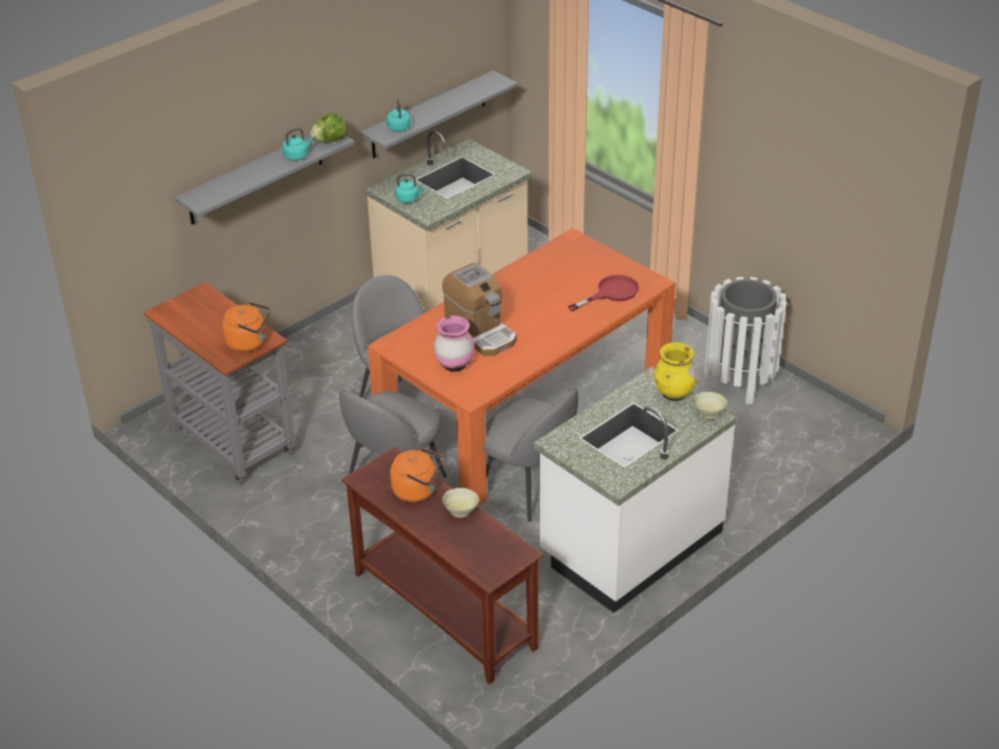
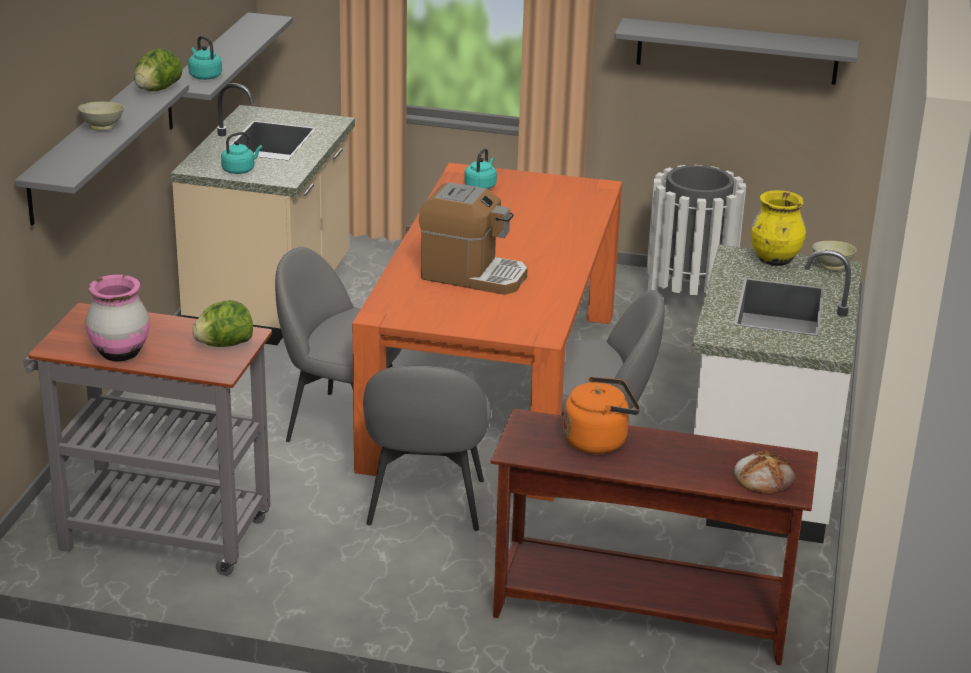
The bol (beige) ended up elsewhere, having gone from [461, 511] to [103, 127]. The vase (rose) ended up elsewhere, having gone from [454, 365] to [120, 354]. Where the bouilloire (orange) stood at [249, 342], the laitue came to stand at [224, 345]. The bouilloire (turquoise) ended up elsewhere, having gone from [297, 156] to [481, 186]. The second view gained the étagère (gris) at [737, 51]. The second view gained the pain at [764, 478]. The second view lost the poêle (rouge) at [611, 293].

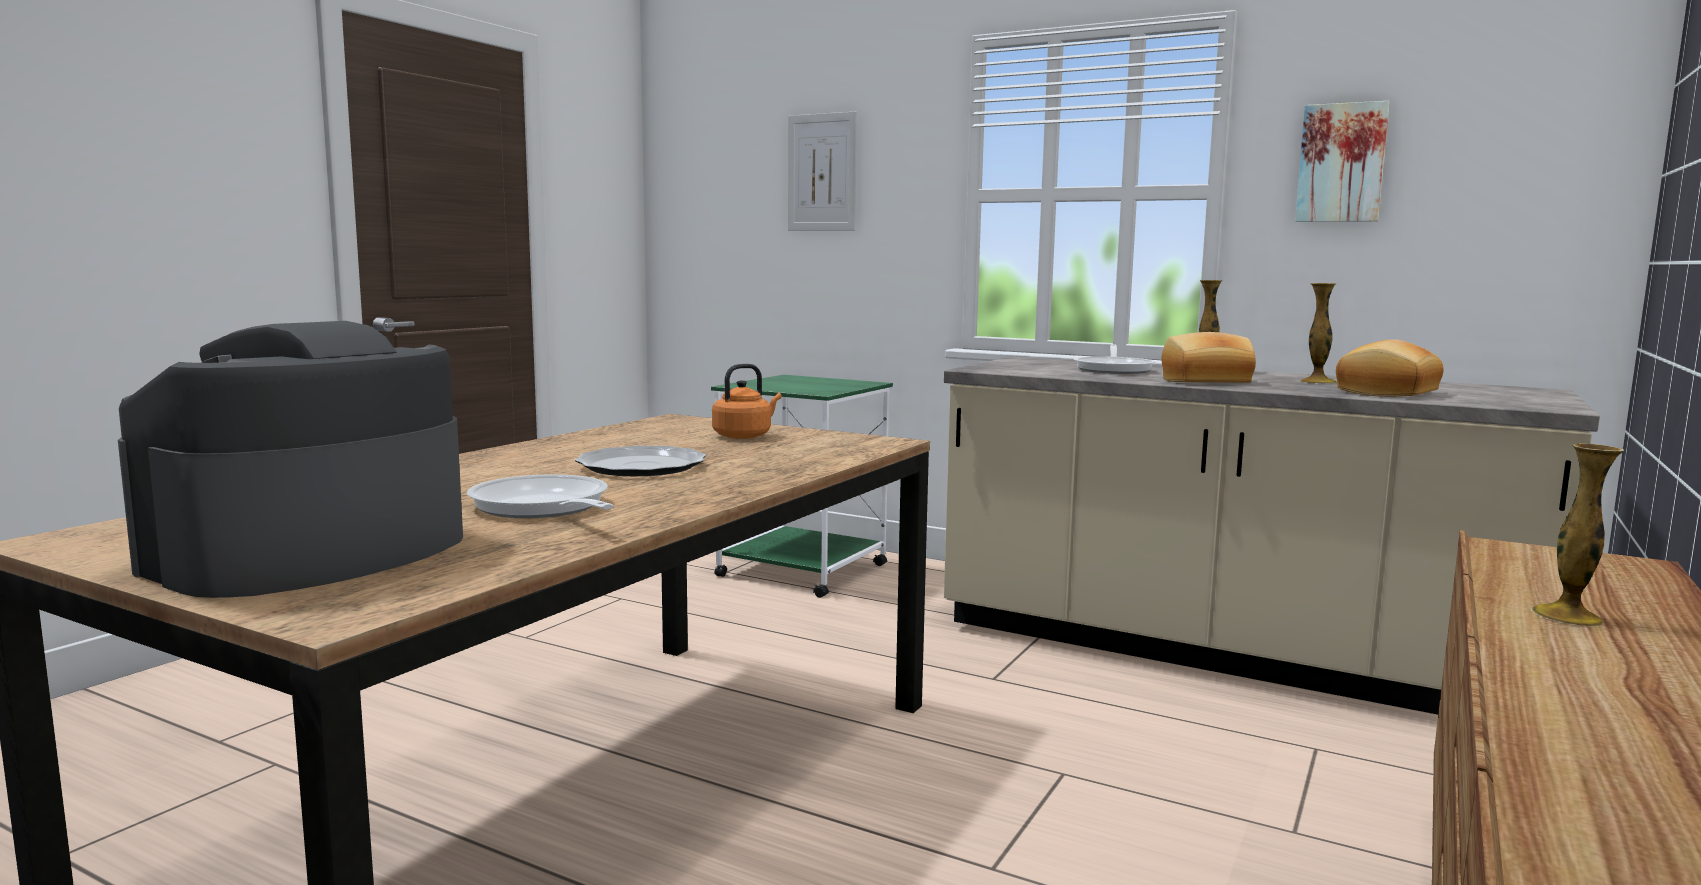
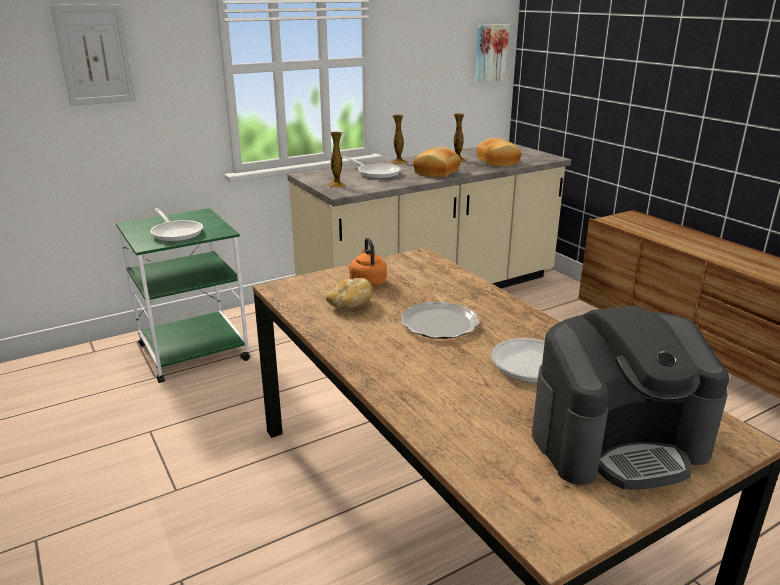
The second view gained the poêle at [176, 233]. The second view gained the pain at [350, 305]. The vase ended up elsewhere, having gone from [1567, 616] to [336, 185]. The tableau ended up elsewhere, having gone from [1341, 163] to [490, 53]. The machine à café at [310, 552] ended up facing another way, 75 degrees counterclockwise from before.

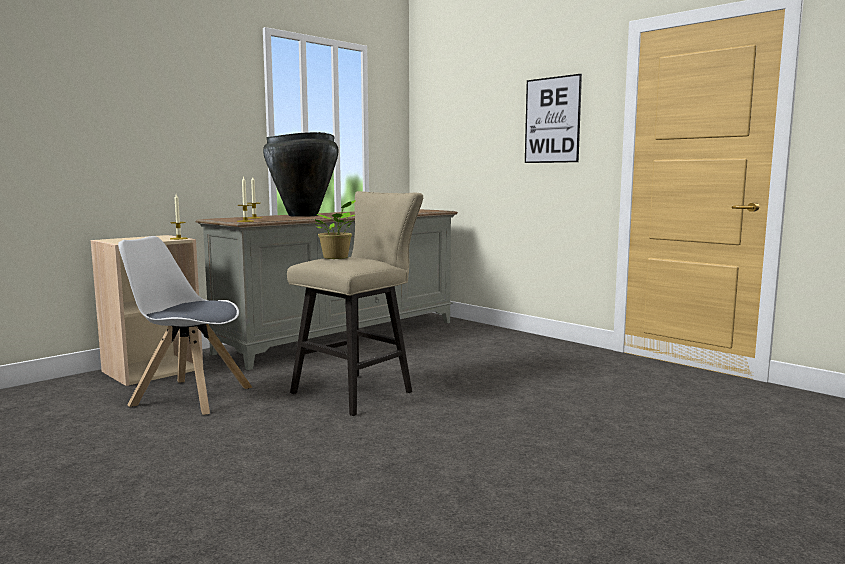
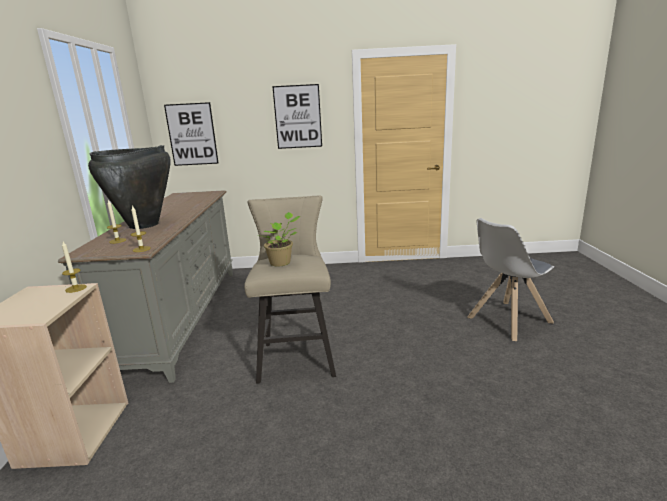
The second view gained the tableau at [192, 134]. The chaise ended up elsewhere, having gone from [189, 396] to [507, 320].

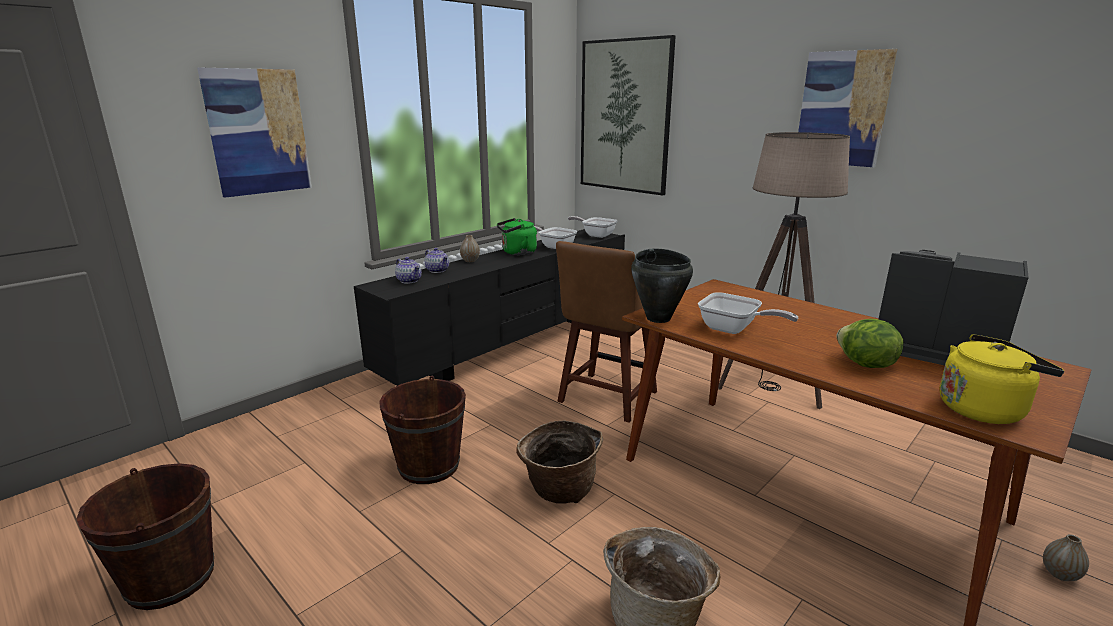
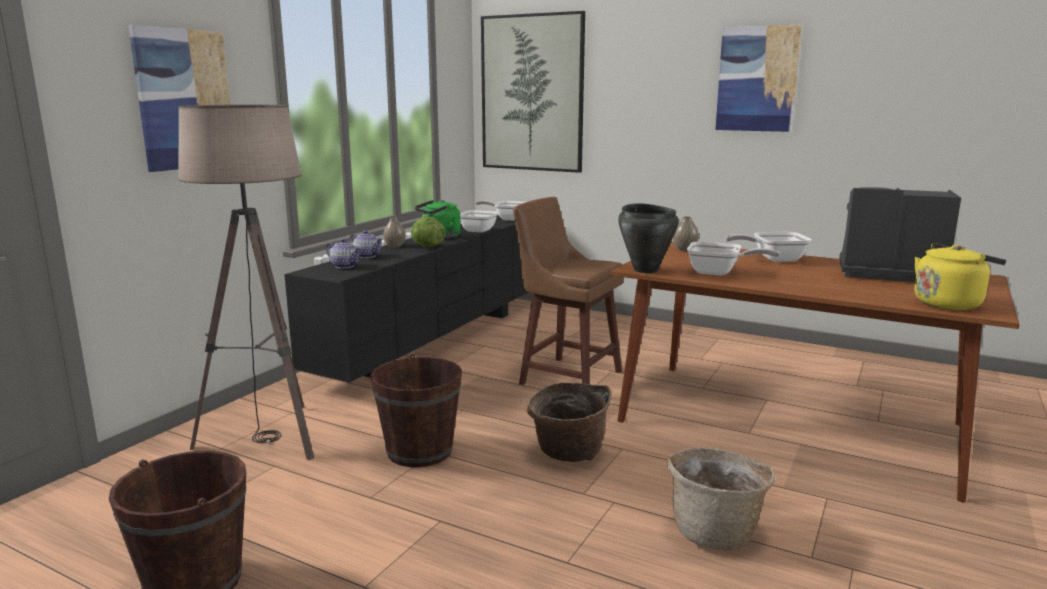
The lampadaire ended up elsewhere, having gone from [770, 385] to [269, 436]. The laitue ended up elsewhere, having gone from [864, 365] to [427, 246]. The chaise (marron) at [605, 399] ended up facing another way, 105 degrees clockwise from before. The vase ended up elsewhere, having gone from [1060, 574] to [685, 249]. The second view gained the poêle at [773, 259].

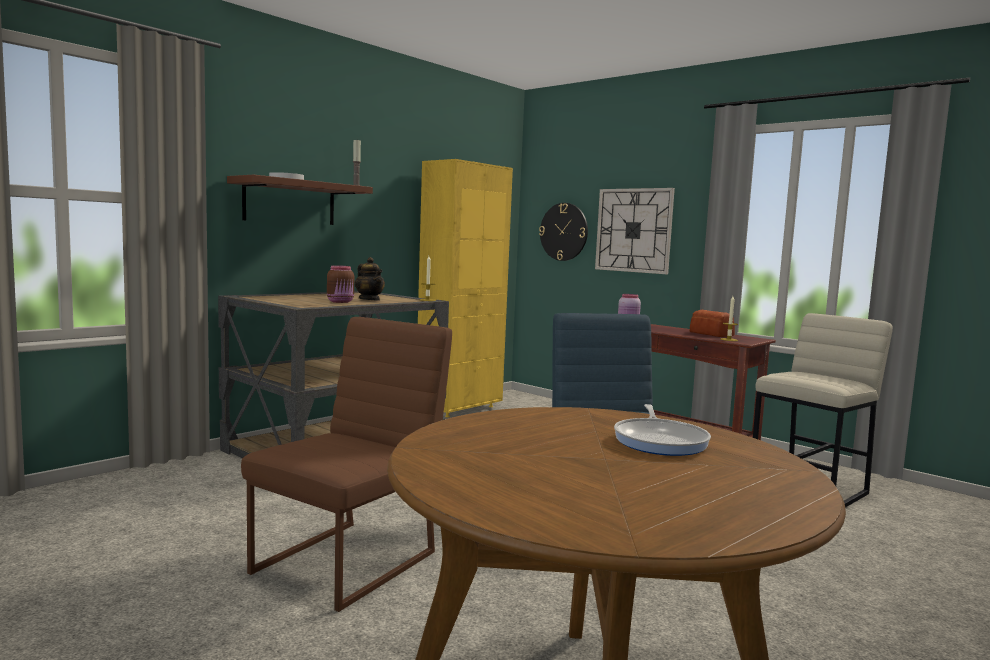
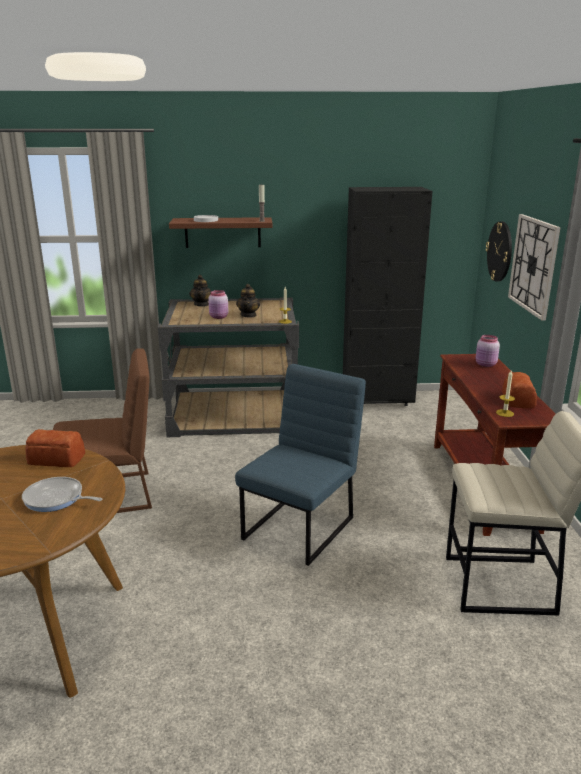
The poêle at [660, 441] ended up facing another way, 60 degrees clockwise from before. The second view gained the pain at [57, 459]. The second view gained the théière at [201, 304]. What was the bocal (marron) at [341, 302] turned into the bocal (rose) at [219, 317]. What was the meuble de rangement (jaune) at [460, 408] turned into the meuble de rangement (noir) at [378, 401].

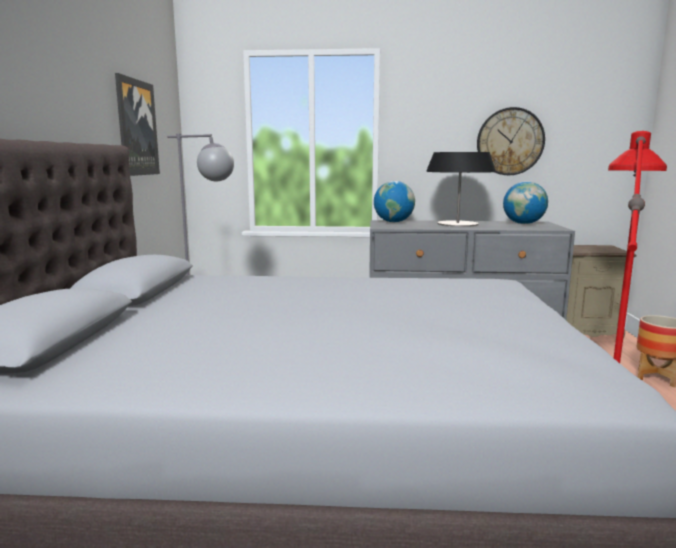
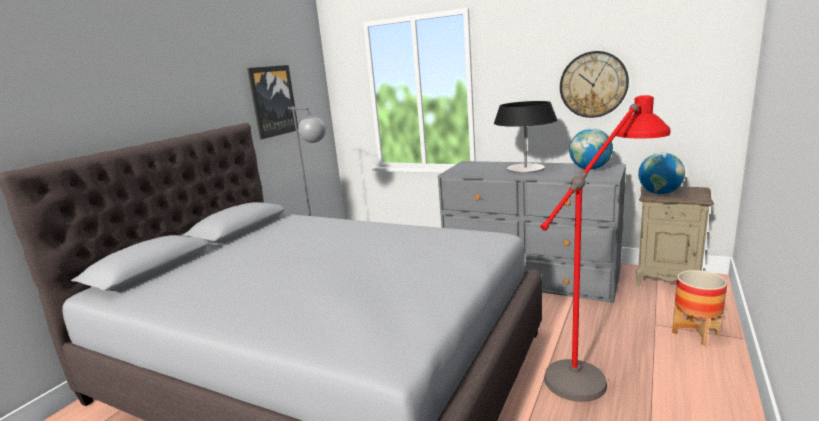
The globe ended up elsewhere, having gone from [393, 222] to [659, 193].

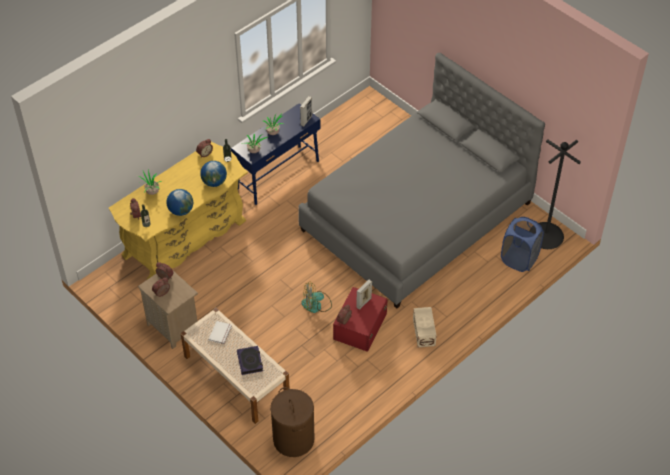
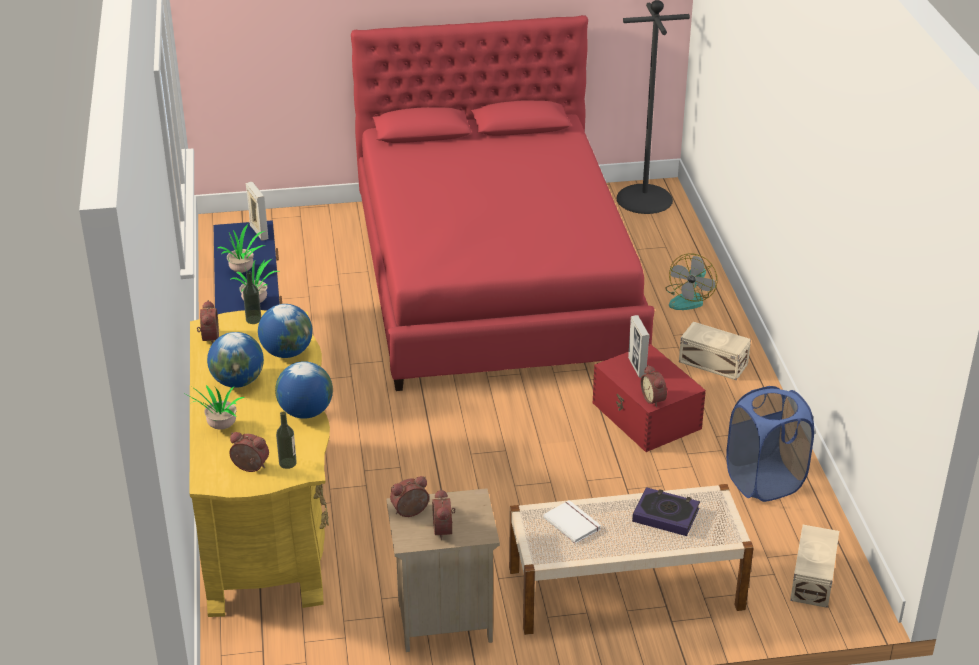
The second view gained the globe at [238, 381]. What was the lit (gris) at [417, 216] turned into the lit (rouge) at [494, 279]. The ventilateur ended up elsewhere, having gone from [316, 305] to [689, 298]. The panier à linge (bleu) ended up elsewhere, having gone from [519, 259] to [764, 481]. Where the panier à linge (marron) stood at [293, 439], the boîte de rangement (beige) came to stand at [811, 579].

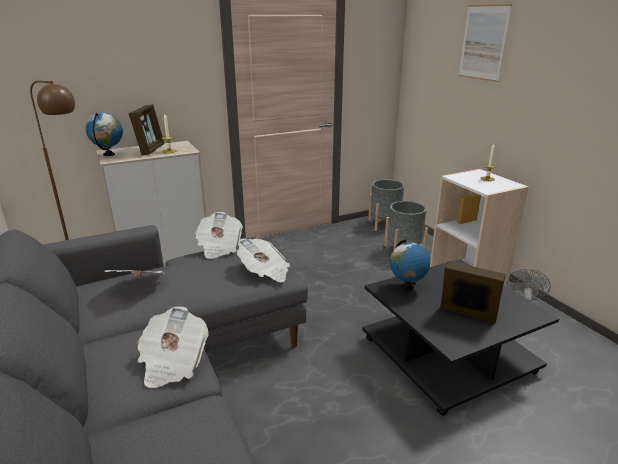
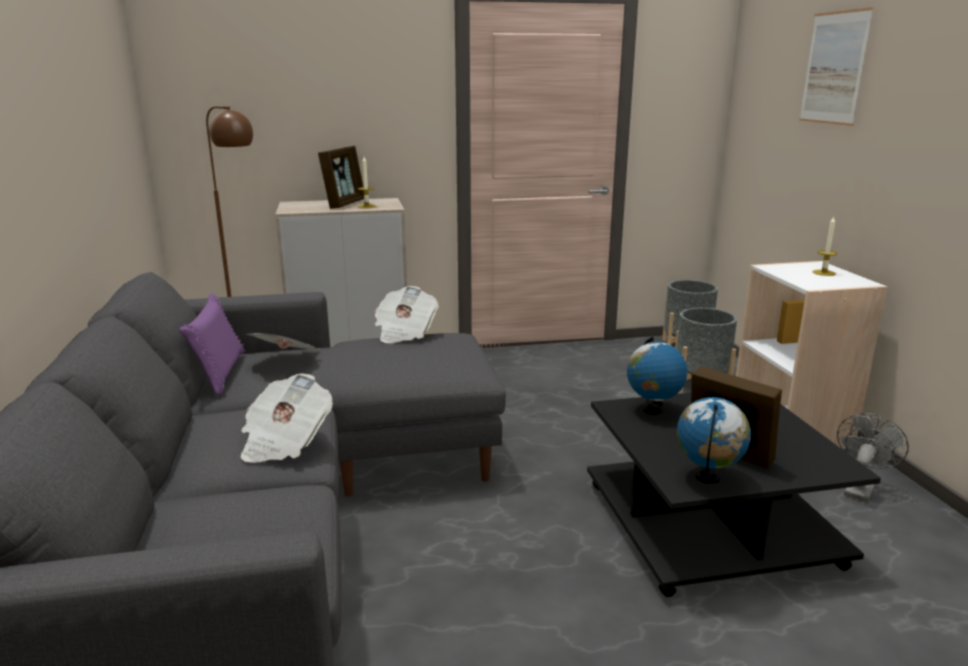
The second view gained the coussin (violet) at [219, 373]. The globe ended up elsewhere, having gone from [109, 154] to [708, 478]. The second view lost the journal at [265, 272].

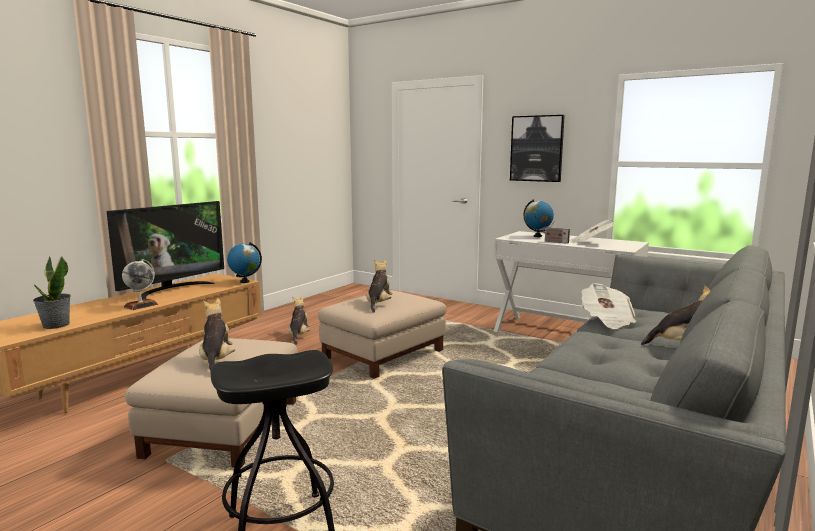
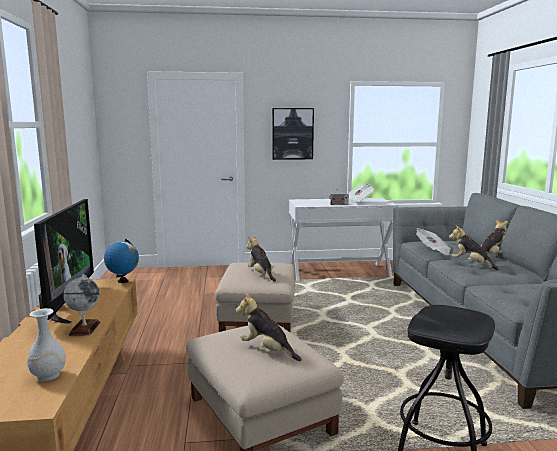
Where the plante en pot stood at [56, 325], the vase (blanc) came to stand at [48, 375]. The peluche ended up elsewhere, having gone from [299, 336] to [471, 264]. The second view lost the globe at [537, 236].

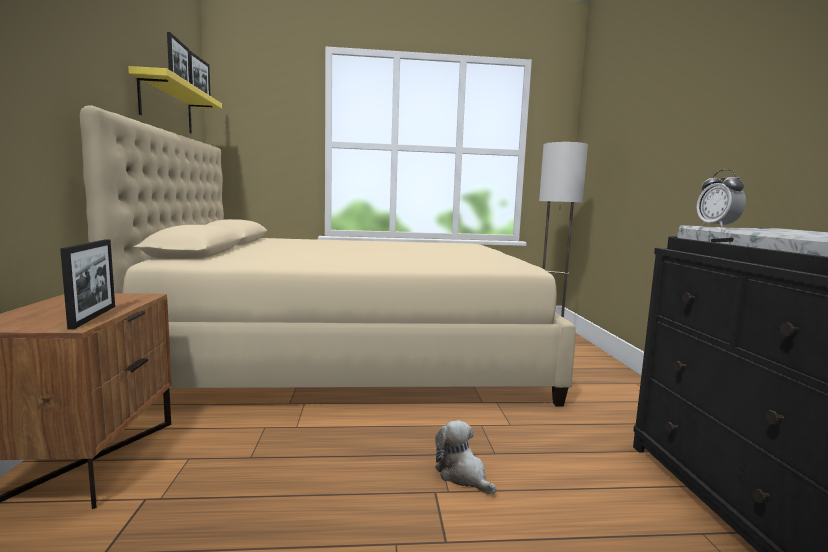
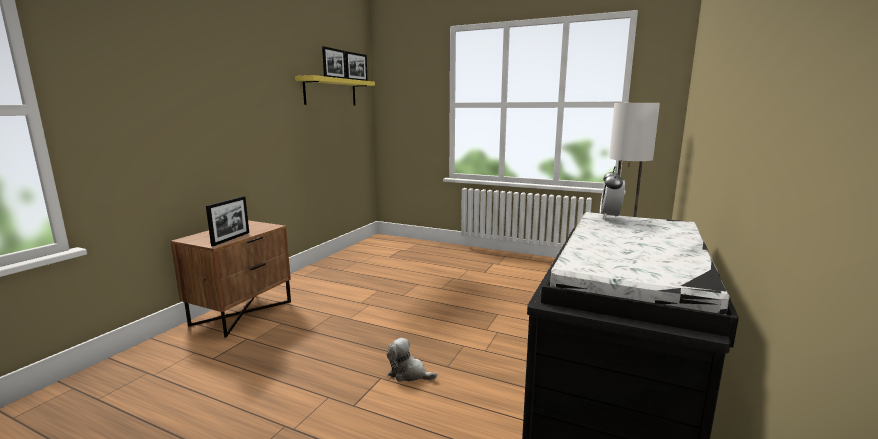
The peluche at [462, 475] ended up facing another way, 60 degrees counterclockwise from before. The second view lost the lit (beige) at [350, 355].

